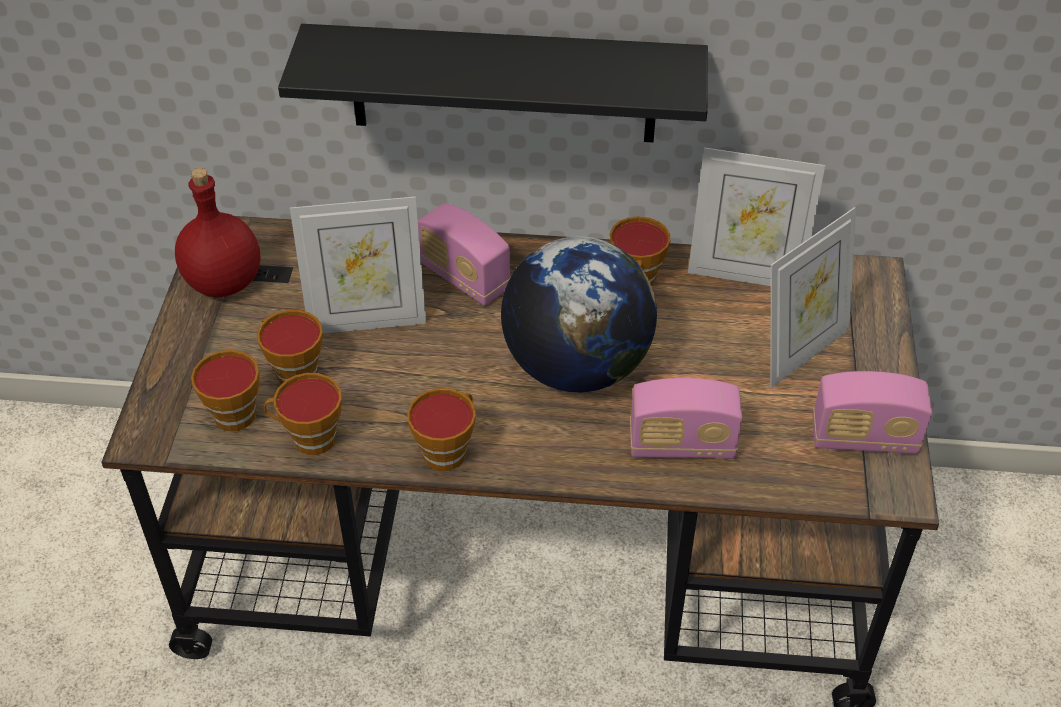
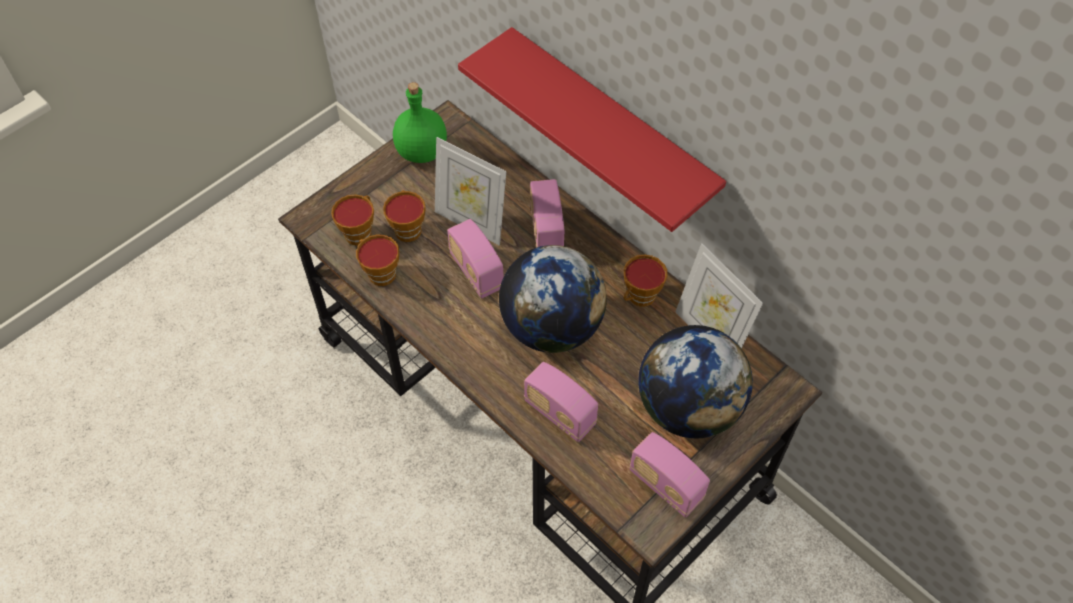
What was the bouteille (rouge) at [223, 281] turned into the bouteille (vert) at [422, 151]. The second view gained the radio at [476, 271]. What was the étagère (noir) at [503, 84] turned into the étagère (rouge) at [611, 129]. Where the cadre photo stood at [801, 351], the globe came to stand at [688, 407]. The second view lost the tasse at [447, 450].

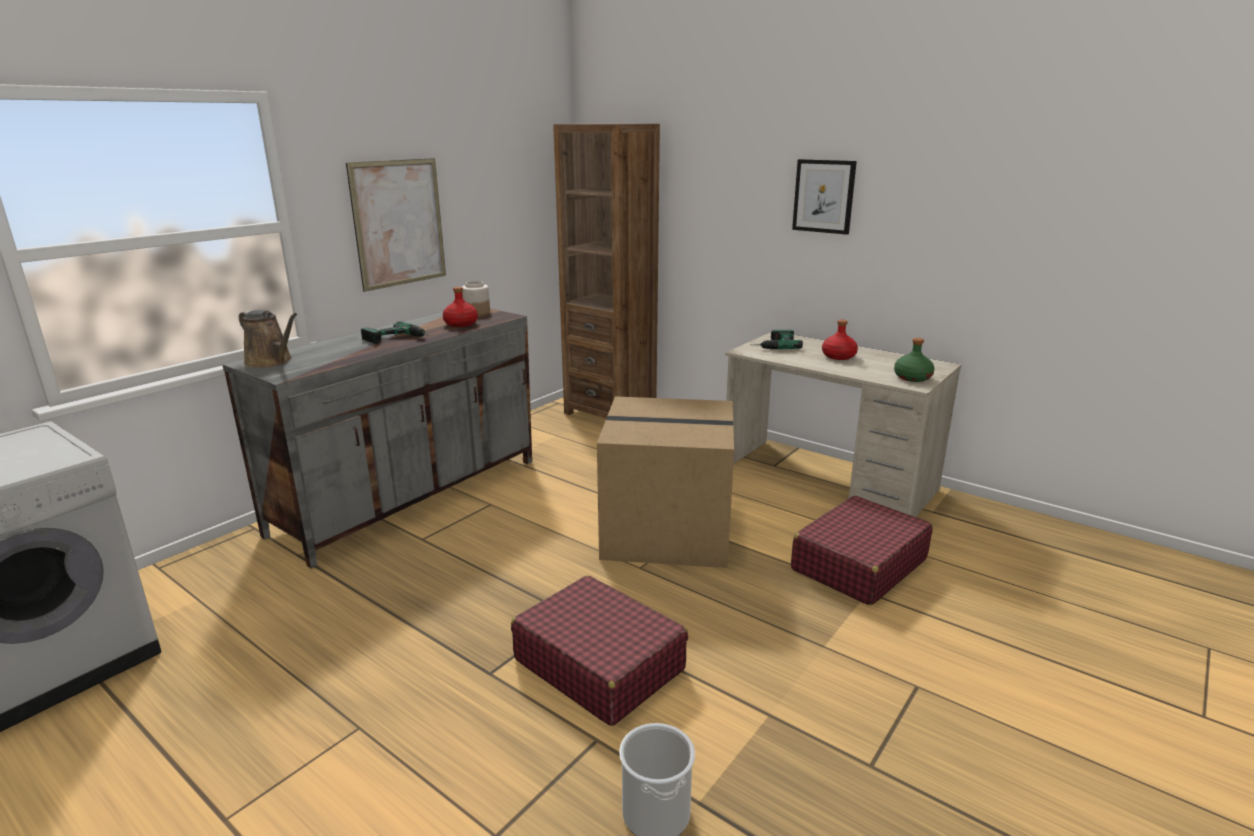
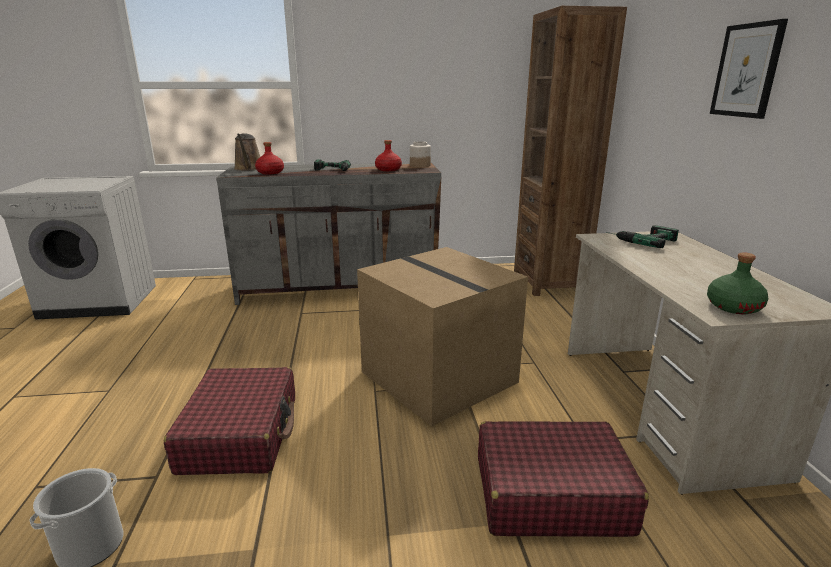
The bouteille (rouge) ended up elsewhere, having gone from [839, 356] to [270, 172]. The second view lost the tableau at [399, 223].

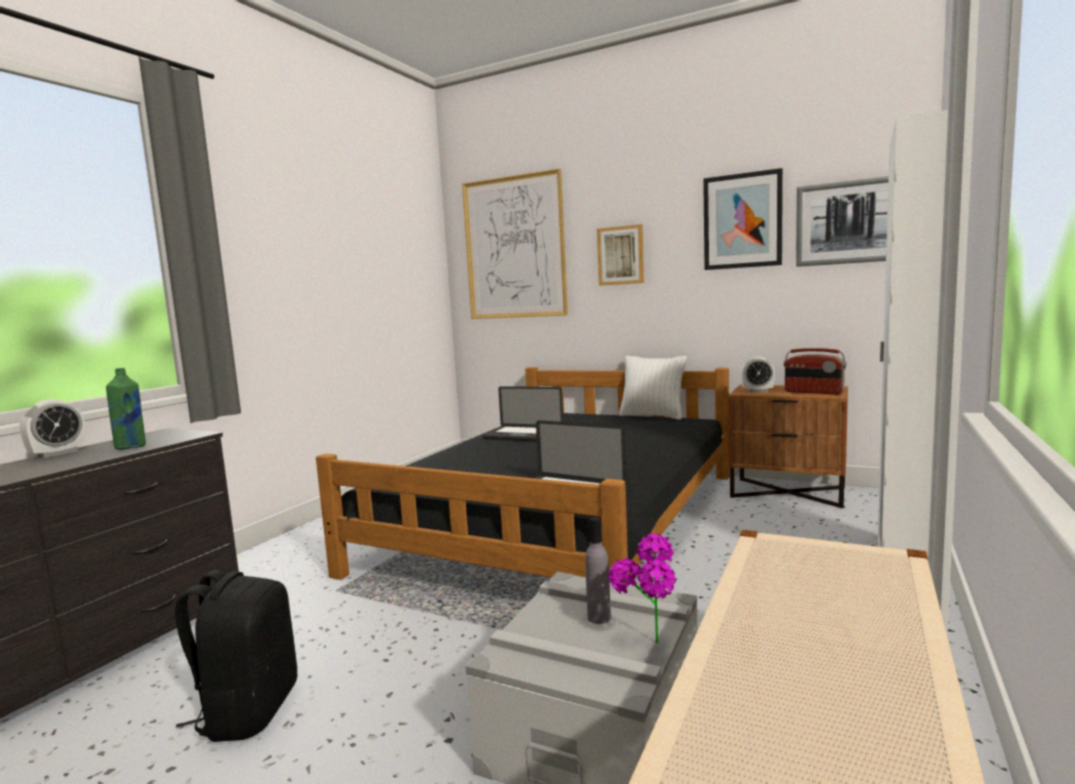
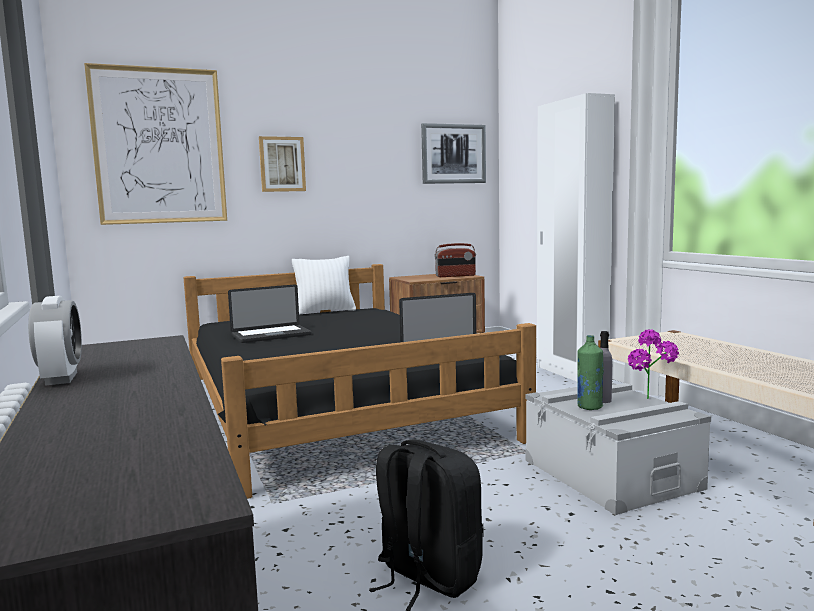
The bouteille (vert) ended up elsewhere, having gone from [131, 447] to [589, 407]. The second view lost the tableau at [742, 221]. The second view lost the réveil at [757, 391].

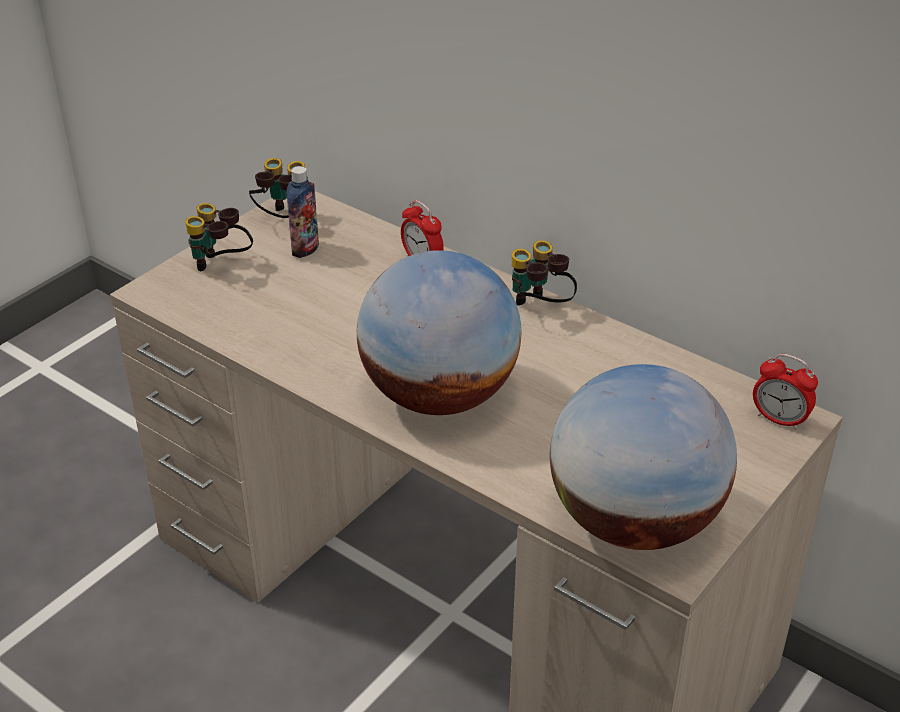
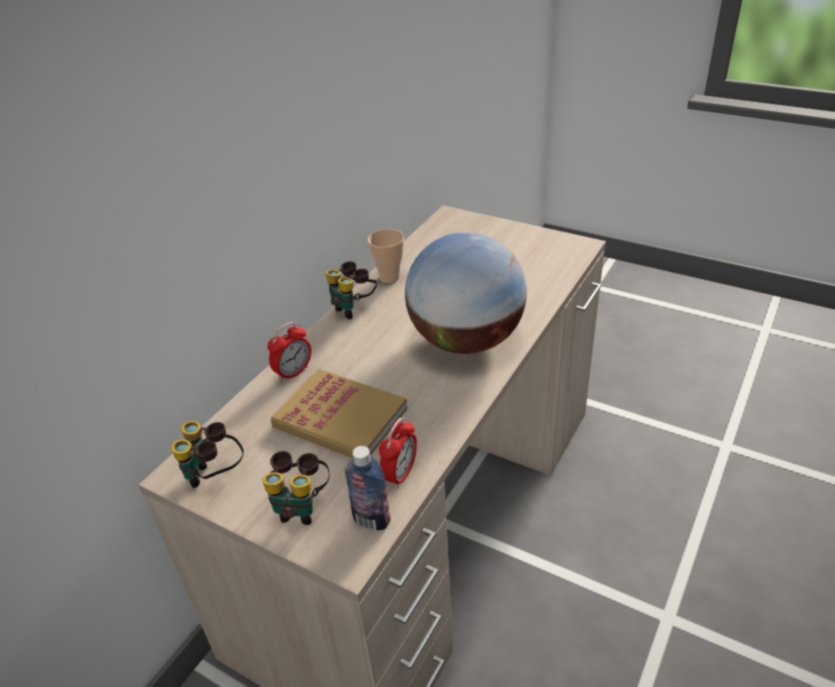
The second view gained the livre at [340, 418]. The bouteille ended up elsewhere, having gone from [305, 249] to [371, 520]. The second view gained the tasse at [389, 277]. The réveil ended up elsewhere, having gone from [779, 419] to [400, 474]. The second view lost the globe at [634, 522].

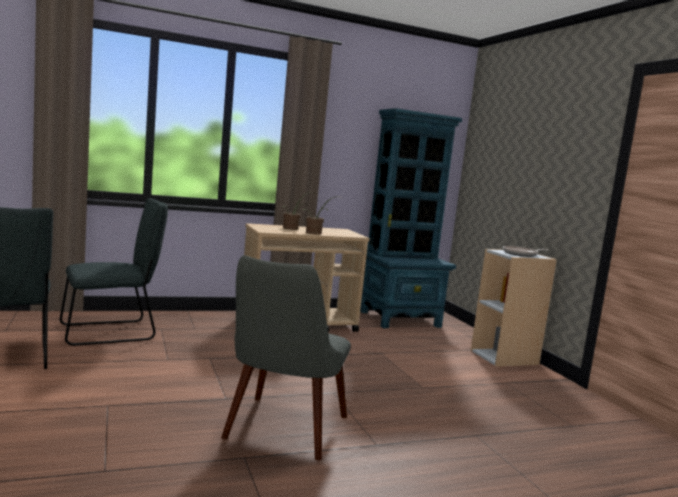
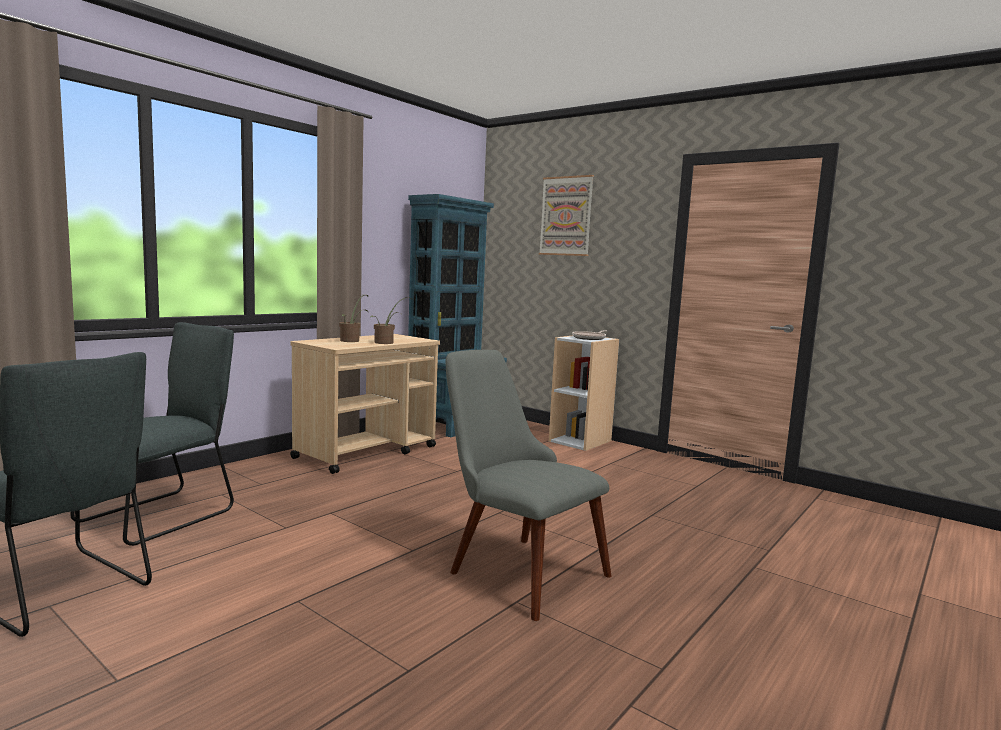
The chaise (gris) at [281, 434] ended up facing another way, 150 degrees clockwise from before. The second view gained the tableau at [566, 216].

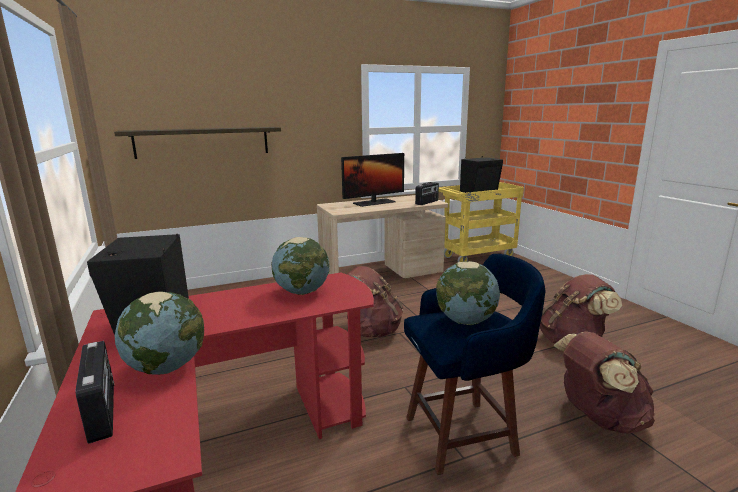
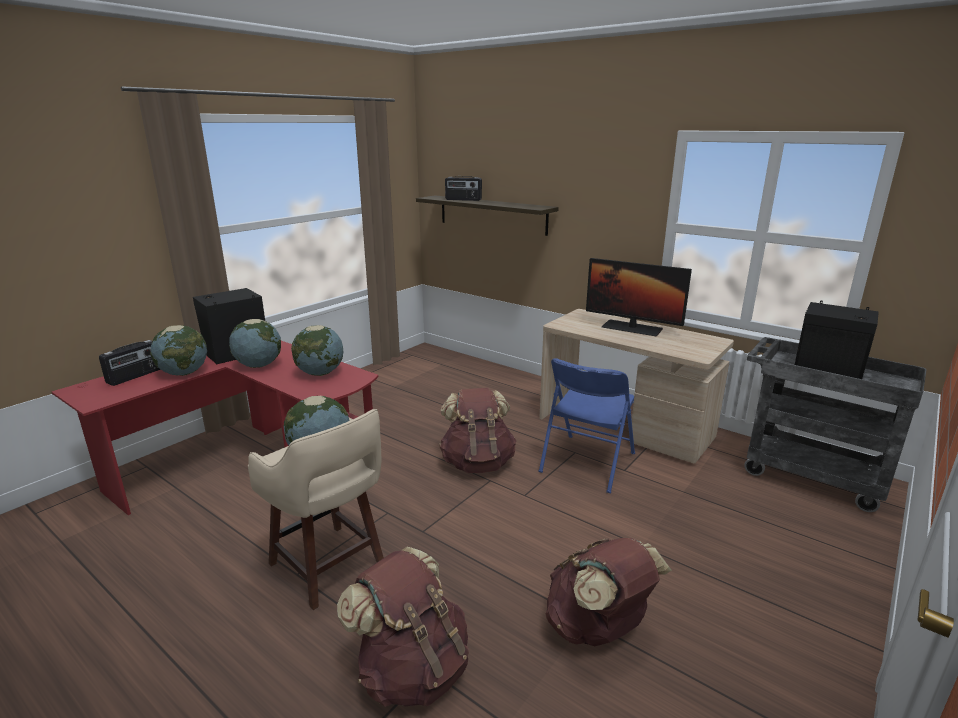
The second view gained the globe at [258, 365]. What was the tabouret (bleu) at [465, 435] turned into the tabouret (beige) at [329, 568]. The radio ended up elsewhere, having gone from [427, 202] to [463, 200]. The second view gained the chaise (bleu) at [587, 462]. What was the chariot (jaune) at [475, 258] turned into the chariot (noir) at [805, 479].

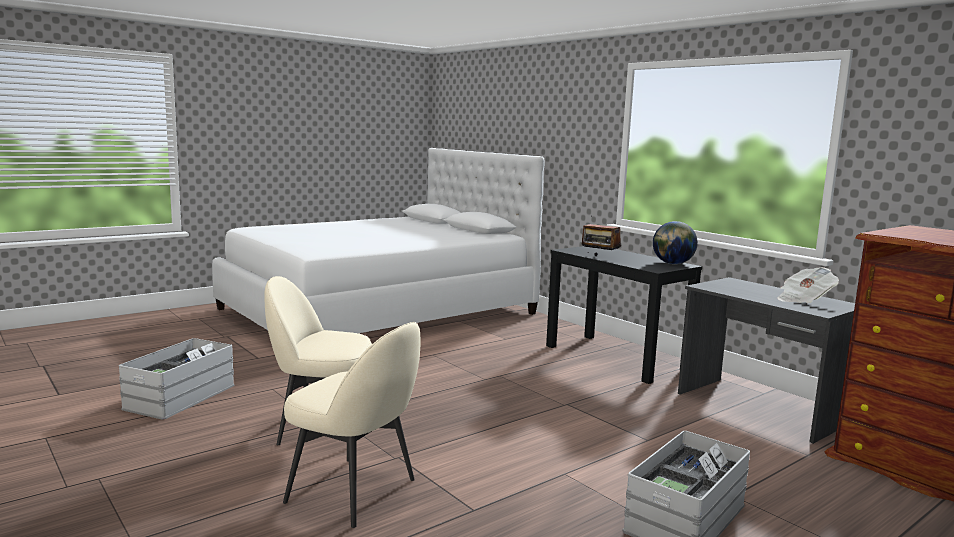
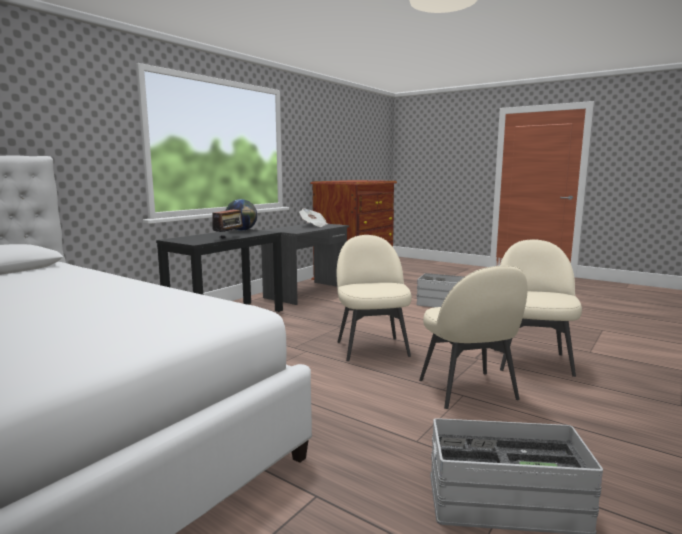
The second view gained the chaise (beige) at [372, 348].

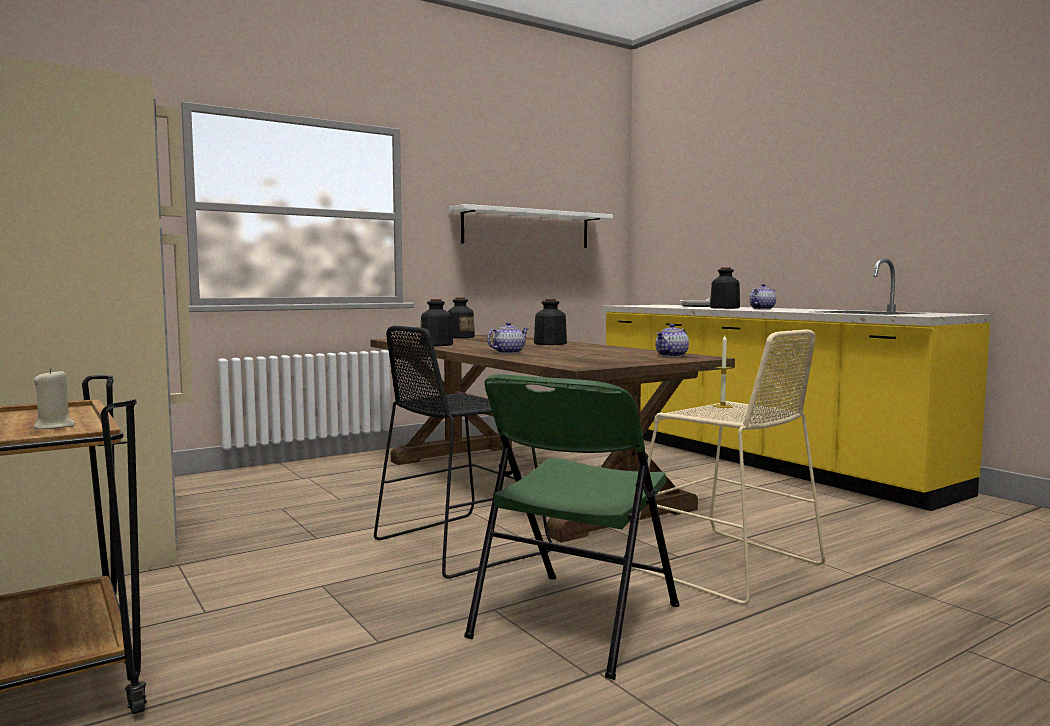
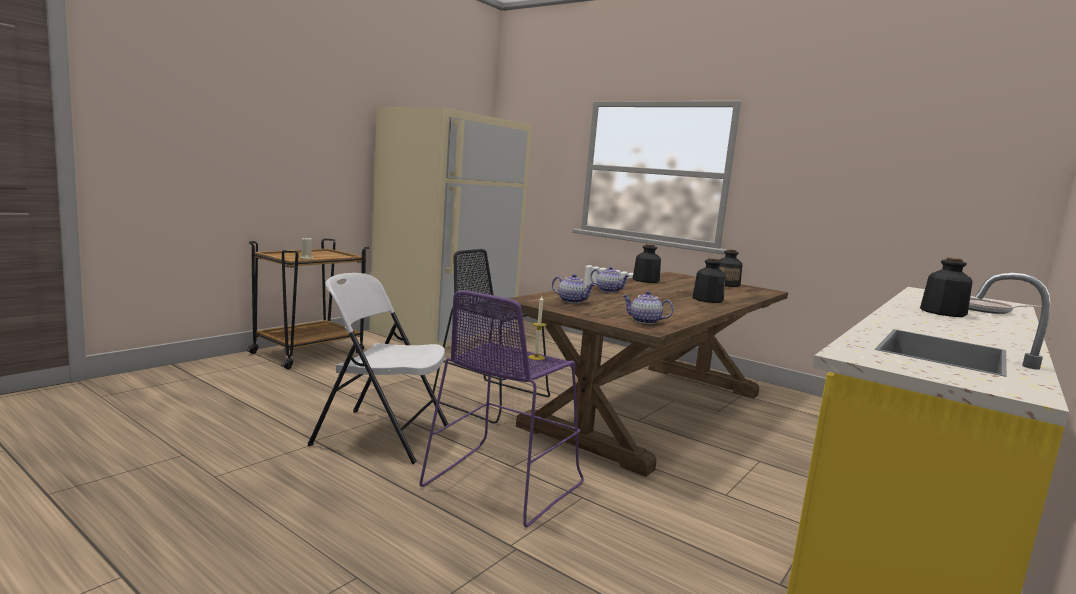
What was the chaise (vert) at [575, 621] turned into the chaise (blanc) at [382, 435]. What was the tabouret (beige) at [724, 565] turned into the tabouret (violet) at [502, 483]. The théière ended up elsewhere, having gone from [761, 309] to [572, 301]. The second view lost the étagère (blanc) at [527, 228].

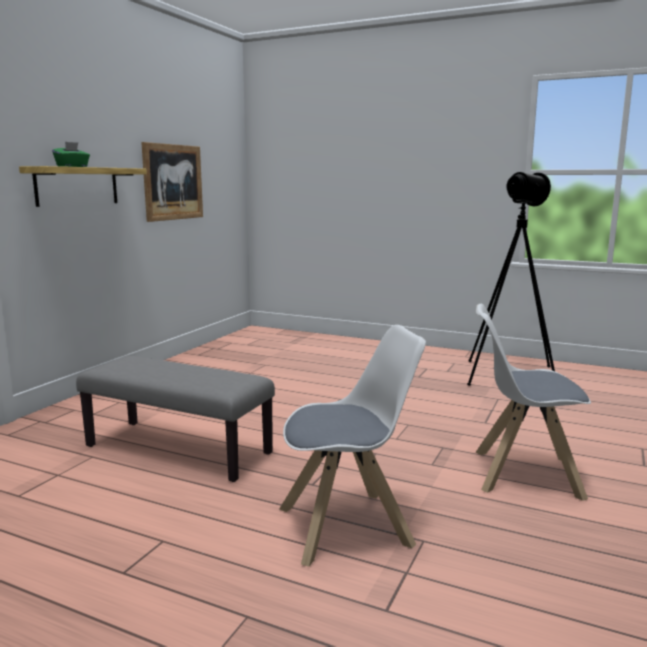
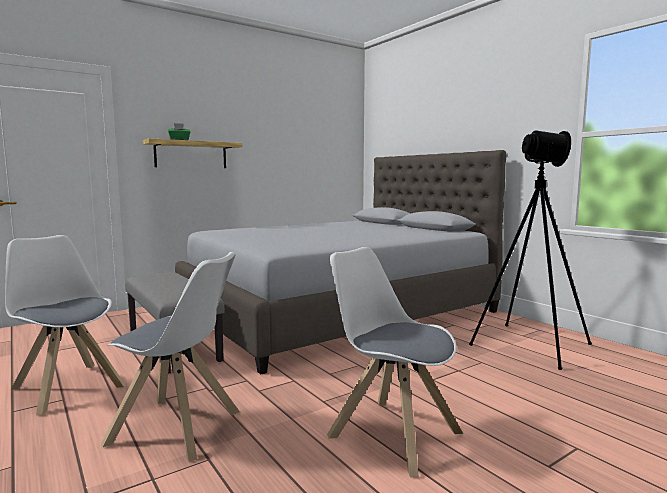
The second view gained the chaise at [67, 386]. The second view gained the lit (gris) at [339, 312]. The second view lost the tableau at [173, 182].

